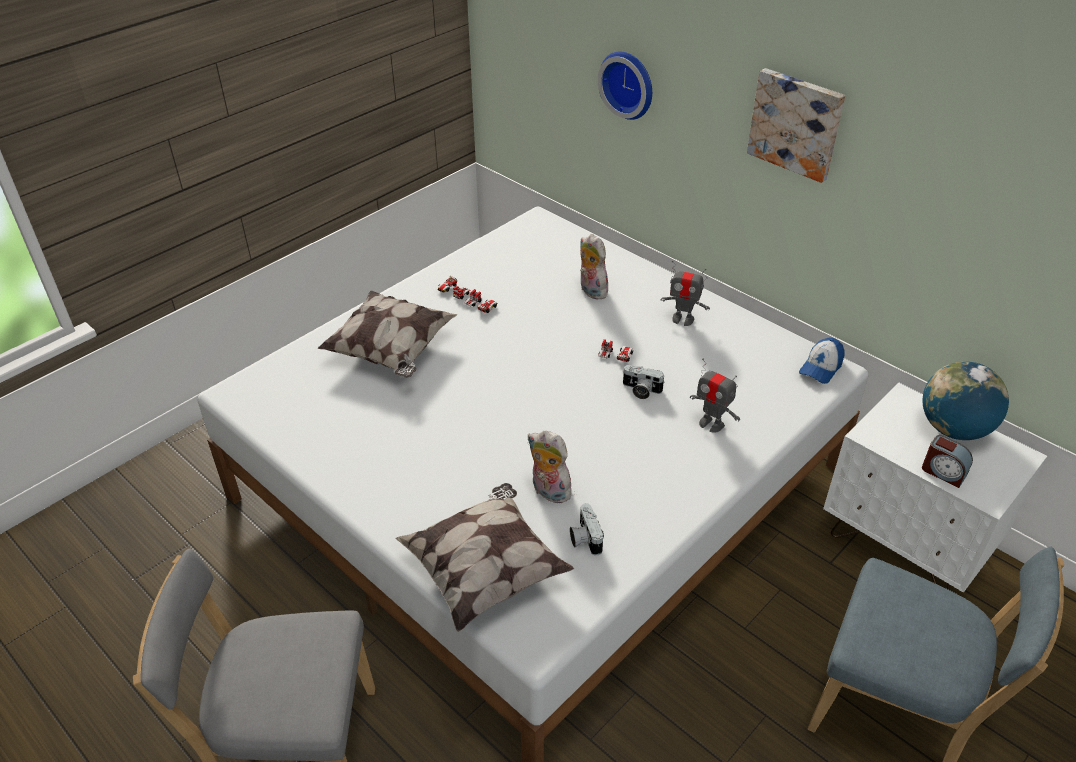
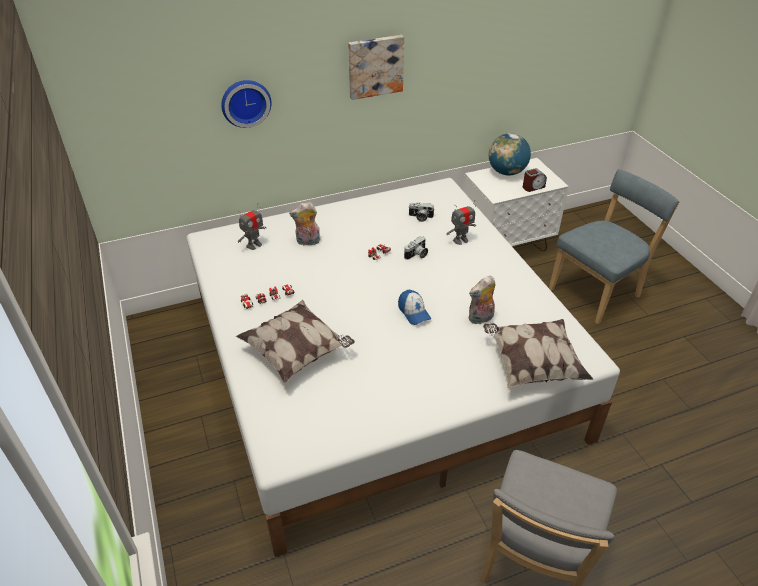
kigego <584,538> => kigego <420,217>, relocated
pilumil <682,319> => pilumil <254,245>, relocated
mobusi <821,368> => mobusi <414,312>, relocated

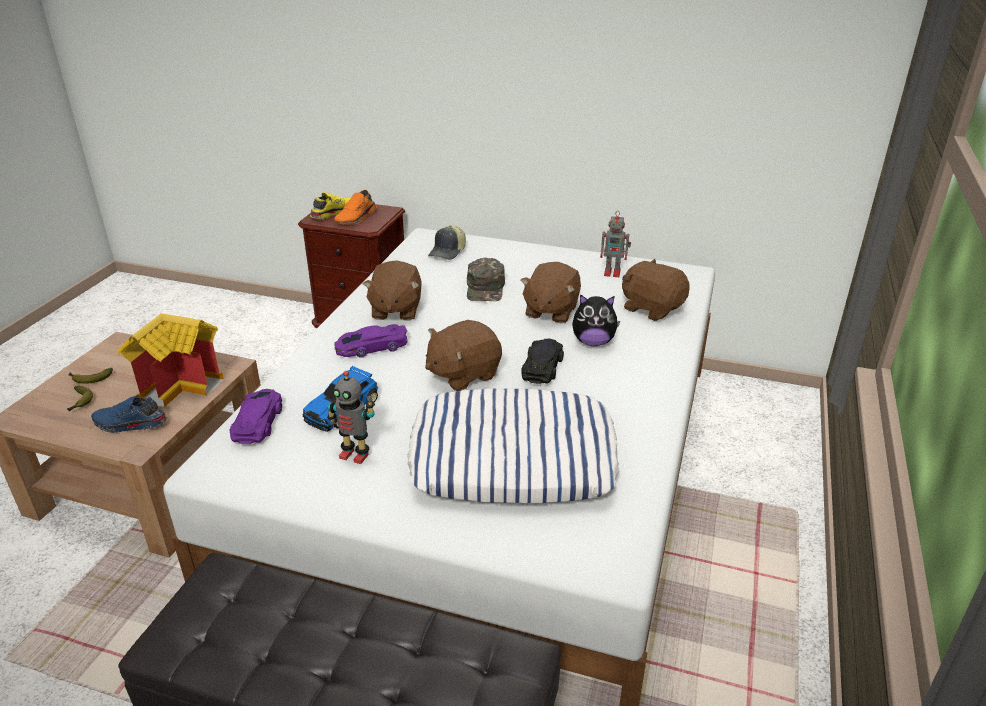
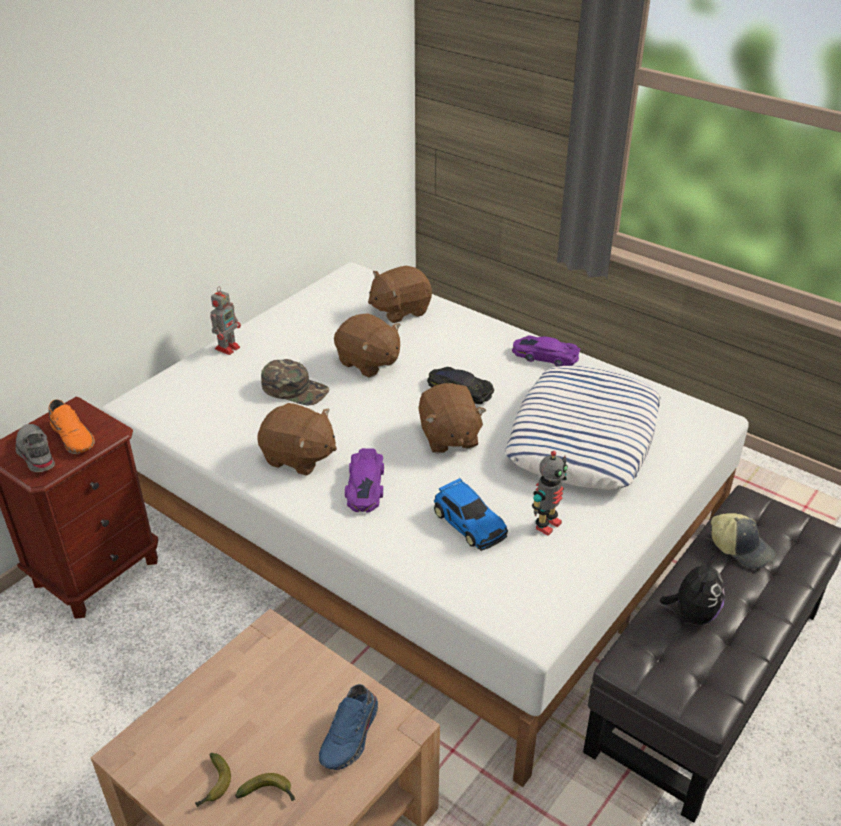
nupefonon <182,384> => nothing
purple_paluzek <258,421> => purple_paluzek <545,356>, relocated
mobusi <448,252> => mobusi <741,548>, relocated
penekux <593,342> => penekux <692,614>, relocated
pilumil <613,272> => pilumil <228,347>, relocated
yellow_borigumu <333,212> => grey_borigumu <35,454>

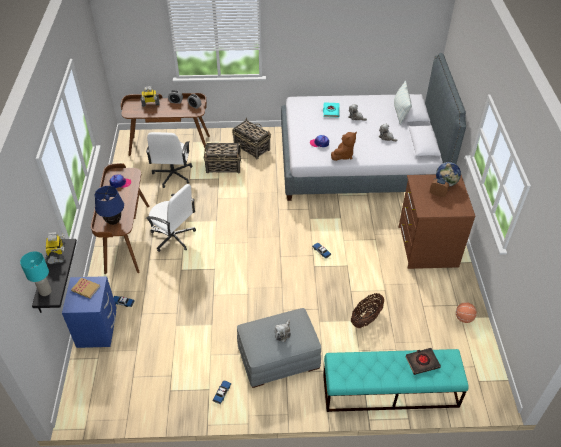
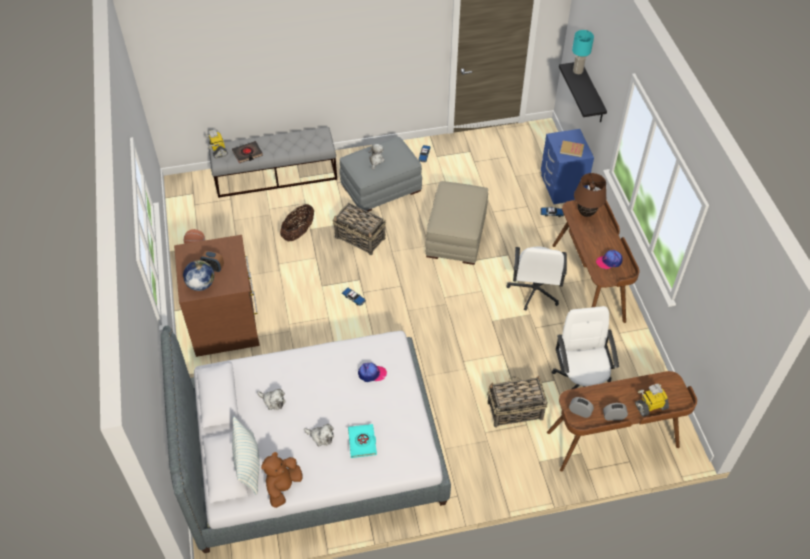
nothing => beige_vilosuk <456,235>
pilumil <57,254> => pilumil <218,150>, relocated
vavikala <251,147> => vavikala <360,238>, relocated
brown_penekux <343,155> => brown_penekux <283,487>, relocated
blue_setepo <113,221> => brown_setepo <586,213>
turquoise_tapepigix <389,391> => grey_tapepigix <276,175>
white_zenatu <173,237> => white_zenatu <534,291>, 105 degrees counterclockwise

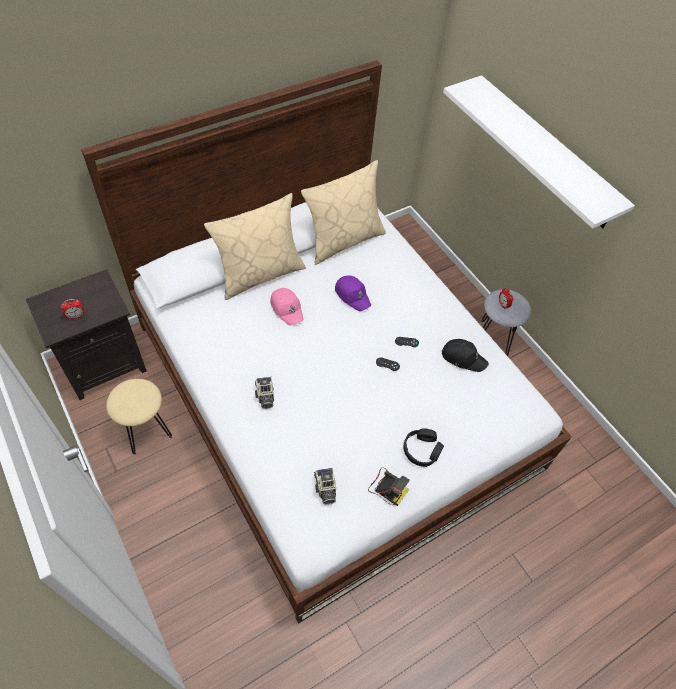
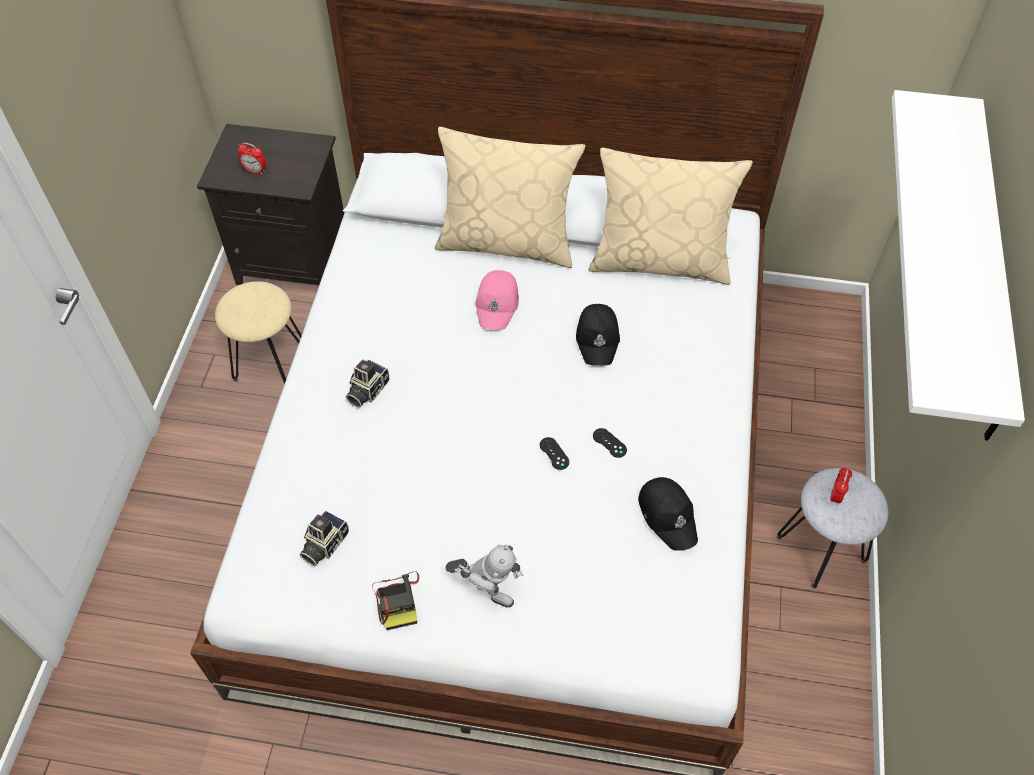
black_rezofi <421,450> => pilumil <487,589>
purple_mobusi <352,295> => black_mobusi <598,338>

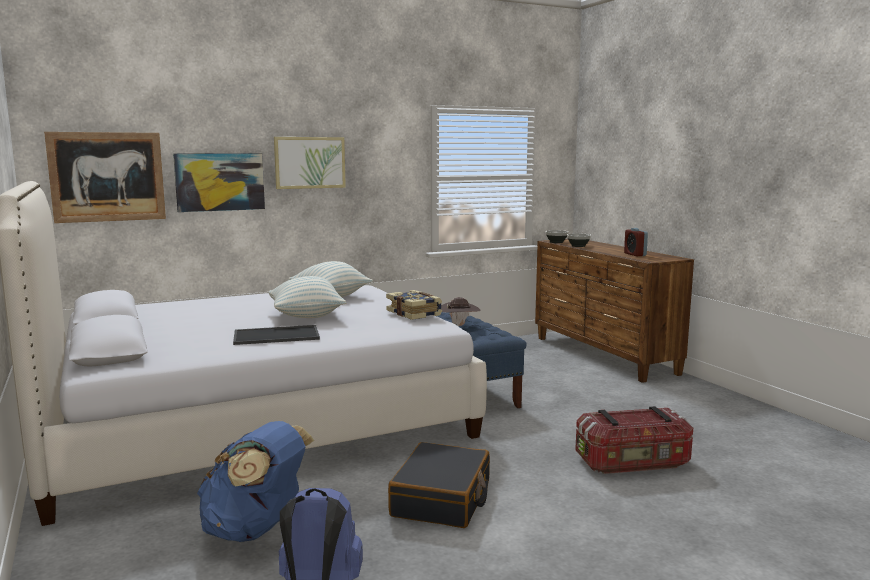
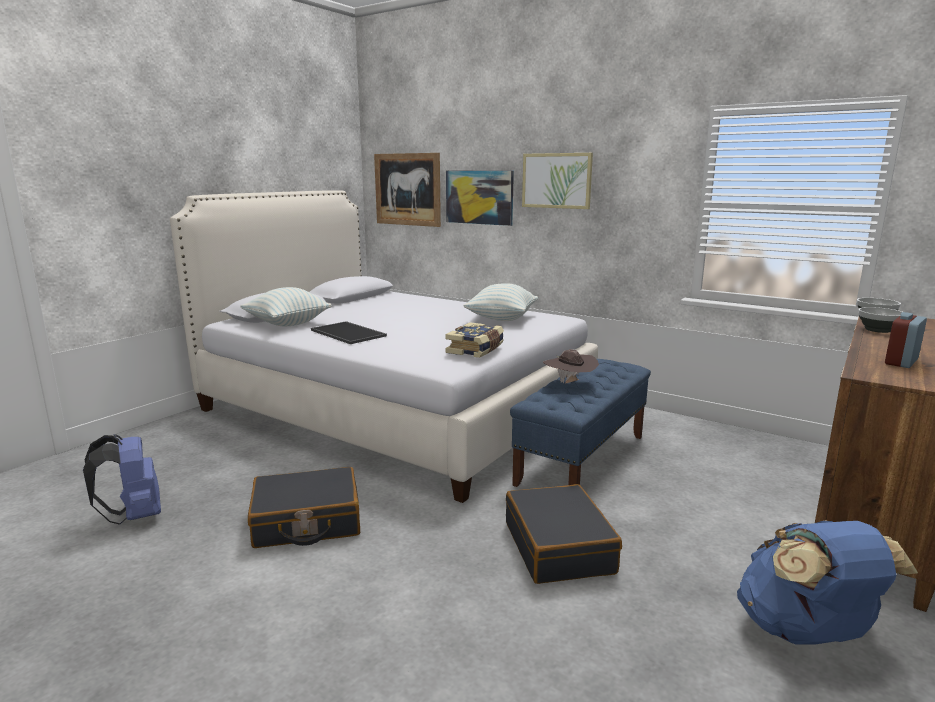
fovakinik <633,463> => nothing
nothing => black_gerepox <559,547>
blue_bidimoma <256,530> => blue_bidimoma <805,633>, relocated
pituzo <306,316> => pituzo <287,324>, relocated

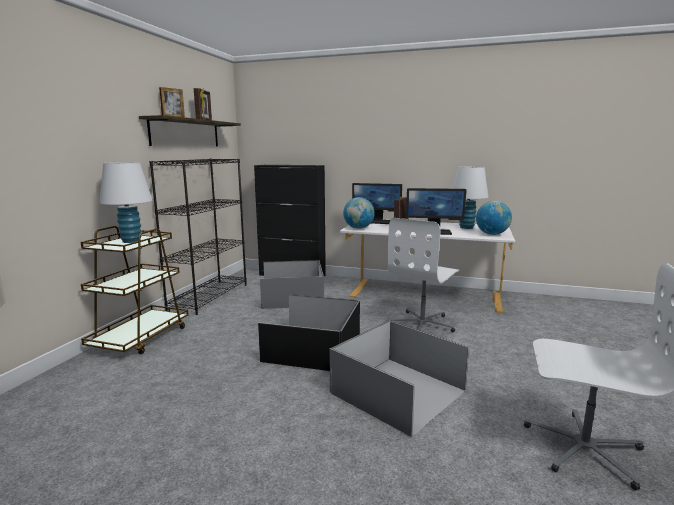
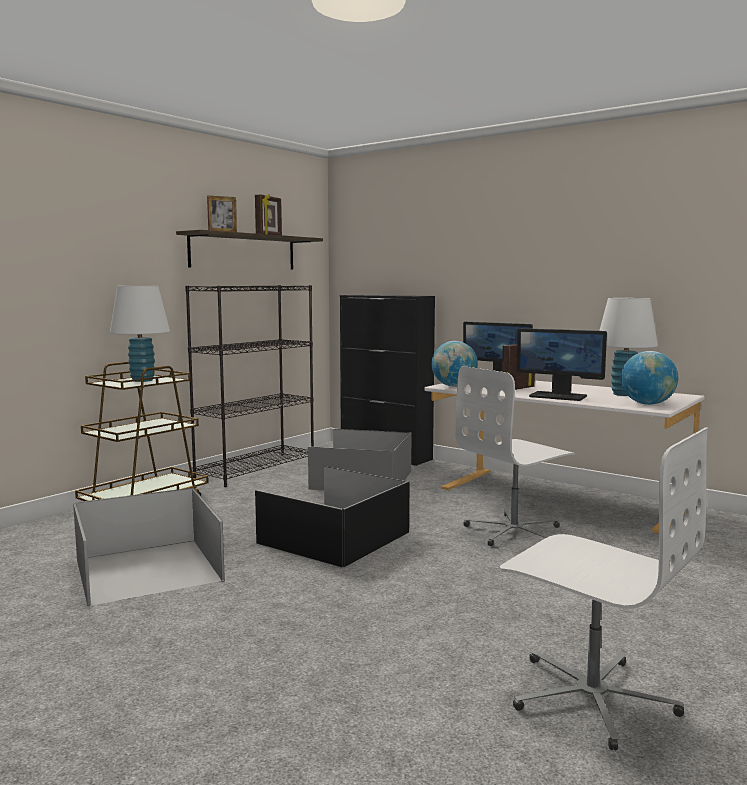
grey_fovakinik <397,392> => grey_fovakinik <145,570>, relocated

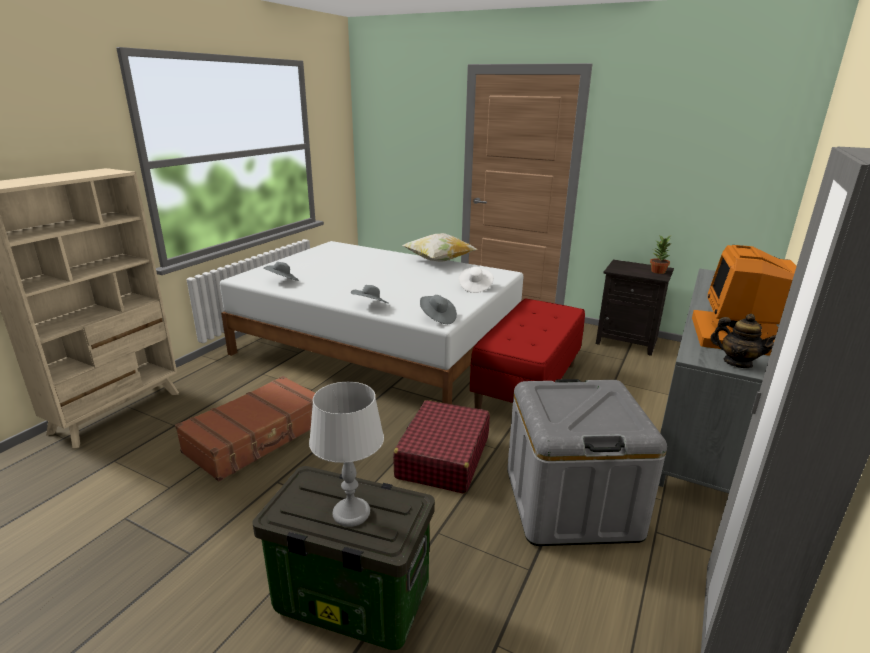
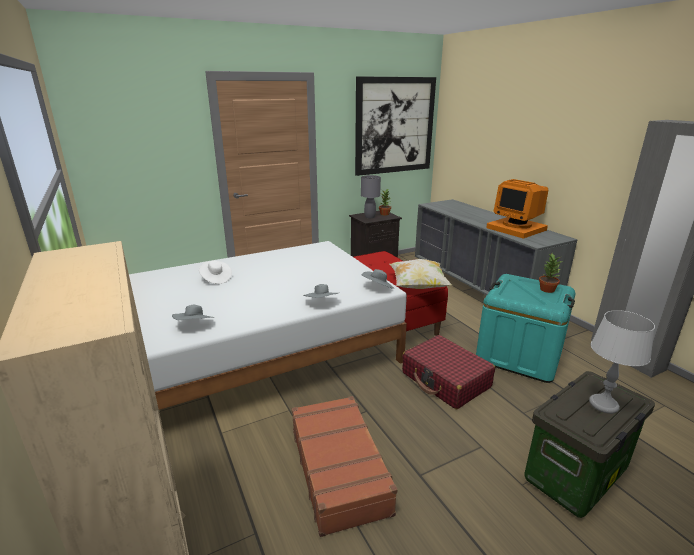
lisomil <737,363> => nothing
nothing => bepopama <394,126>
nothing => grey_setepo <369,217>
nothing => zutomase <547,289>
pituzo <438,261> => pituzo <418,286>, relocated
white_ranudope <475,287> => white_ranudope <216,279>, relocated
grey_fovakinik <571,503> => turquoise_fovakinik <519,355>

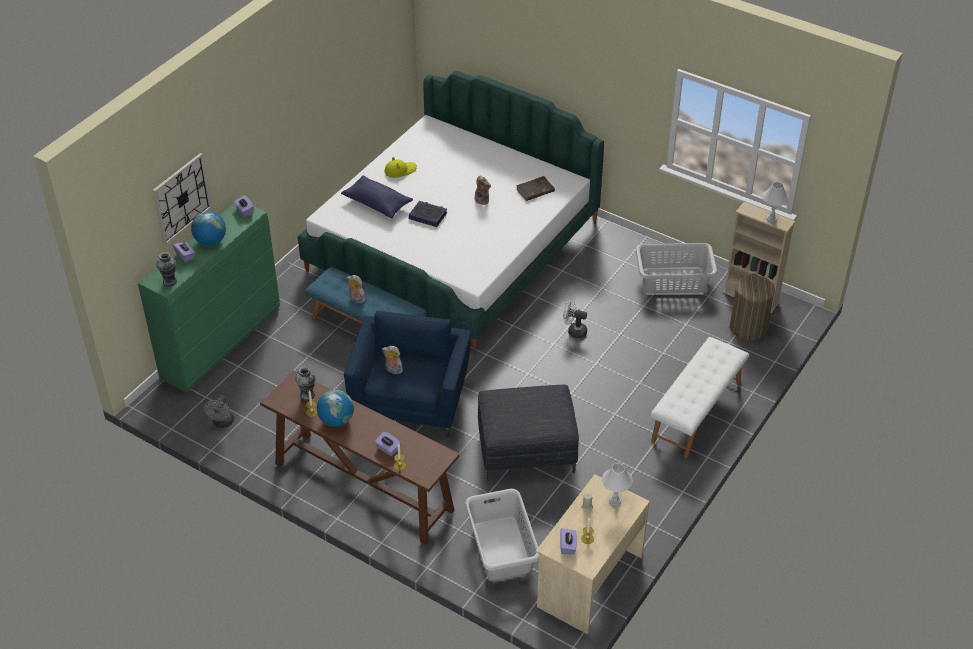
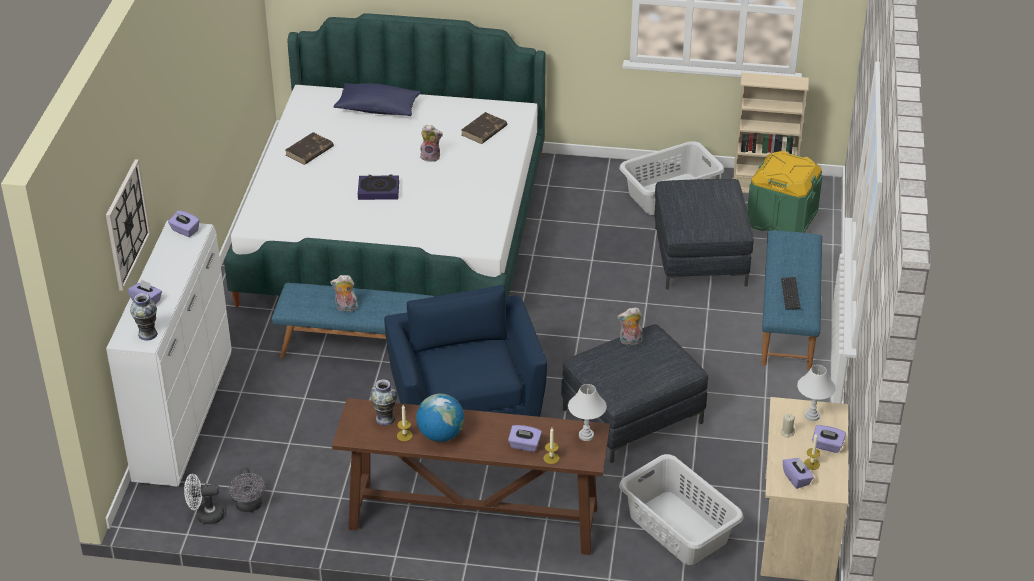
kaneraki <210,241> => nothing
nothing => grey_vilosuk <700,256>
nothing => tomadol <790,294>
nothing => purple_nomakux <827,446>
blue_pituzo <377,204> => blue_pituzo <378,109>, relocated
penekux <393,370> => penekux <630,341>, relocated
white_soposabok <574,331> => white_soposabok <205,516>, relocated
white_setepo <771,219> => white_setepo <586,436>, relocated
yellow_ranudope <400,170> => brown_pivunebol <309,151>
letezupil <748,328> => green_fovakinik <781,219>
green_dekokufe <223,343> => white_dekokufe <185,416>
white_tapepigix <697,412> => blue_tapepigix <789,320>

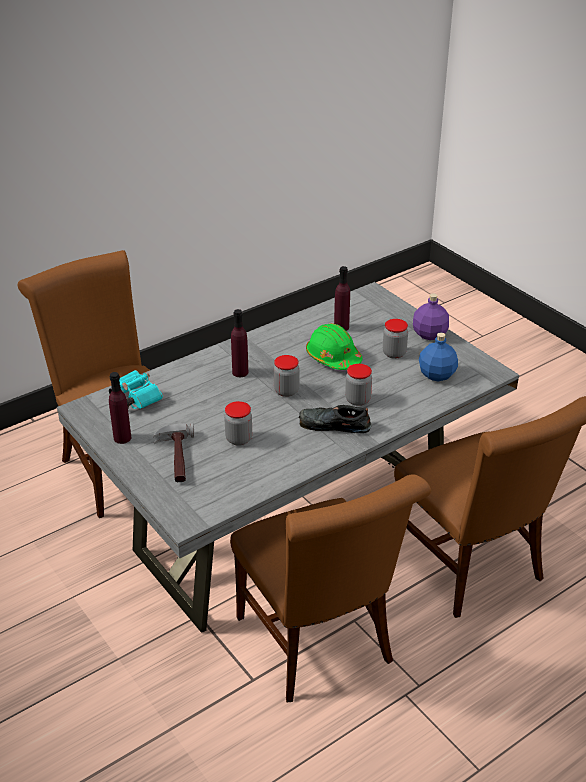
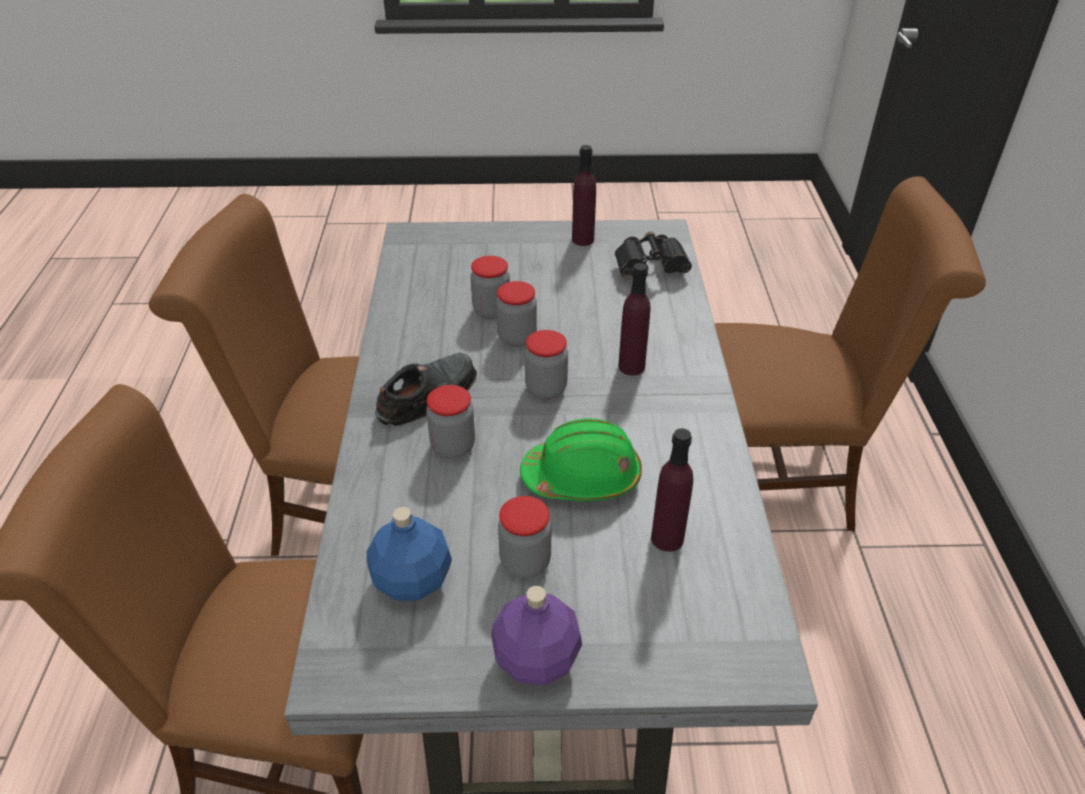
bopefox <175,458> => nothing
nothing => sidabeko <517,337>
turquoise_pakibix <134,398> => black_pakibix <652,268>

